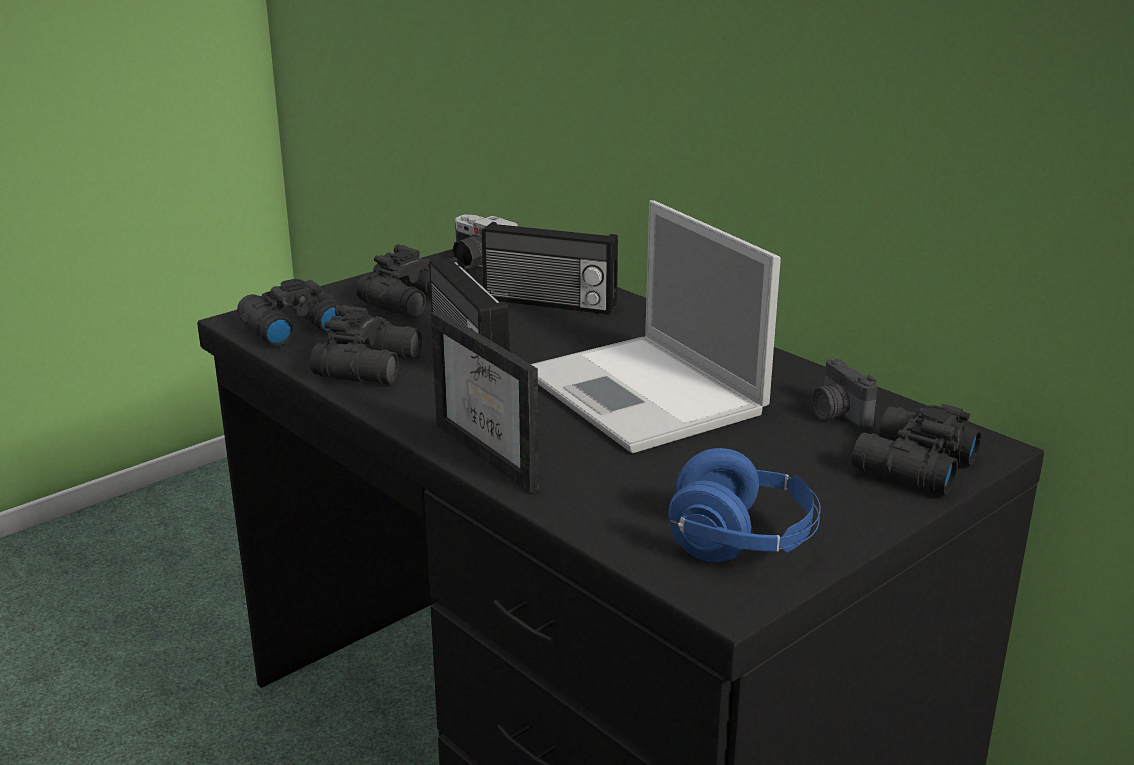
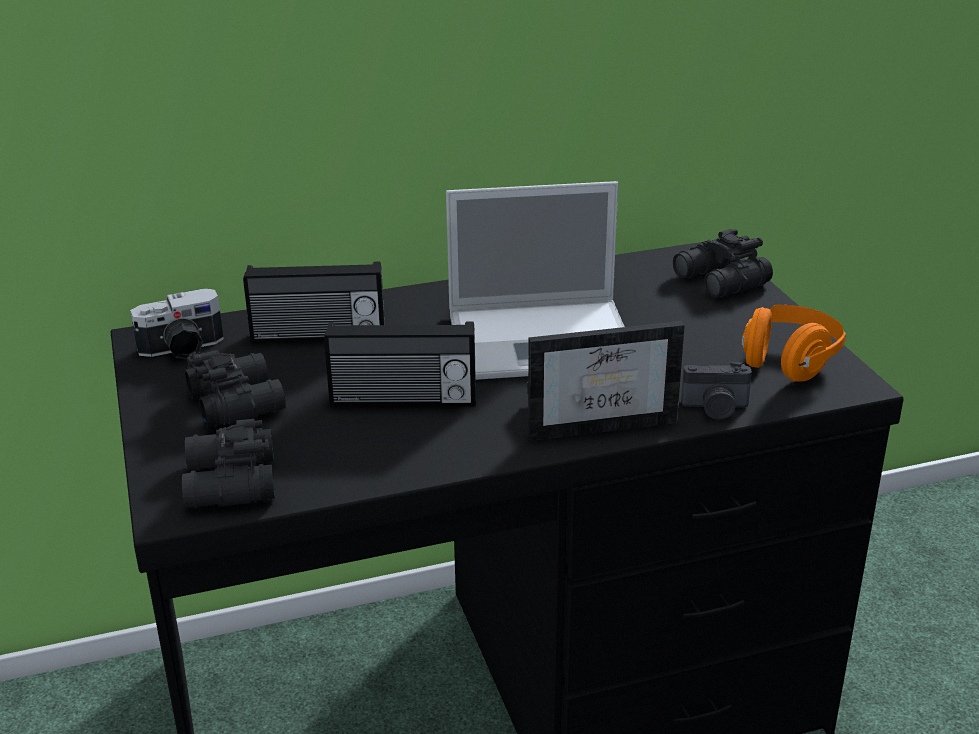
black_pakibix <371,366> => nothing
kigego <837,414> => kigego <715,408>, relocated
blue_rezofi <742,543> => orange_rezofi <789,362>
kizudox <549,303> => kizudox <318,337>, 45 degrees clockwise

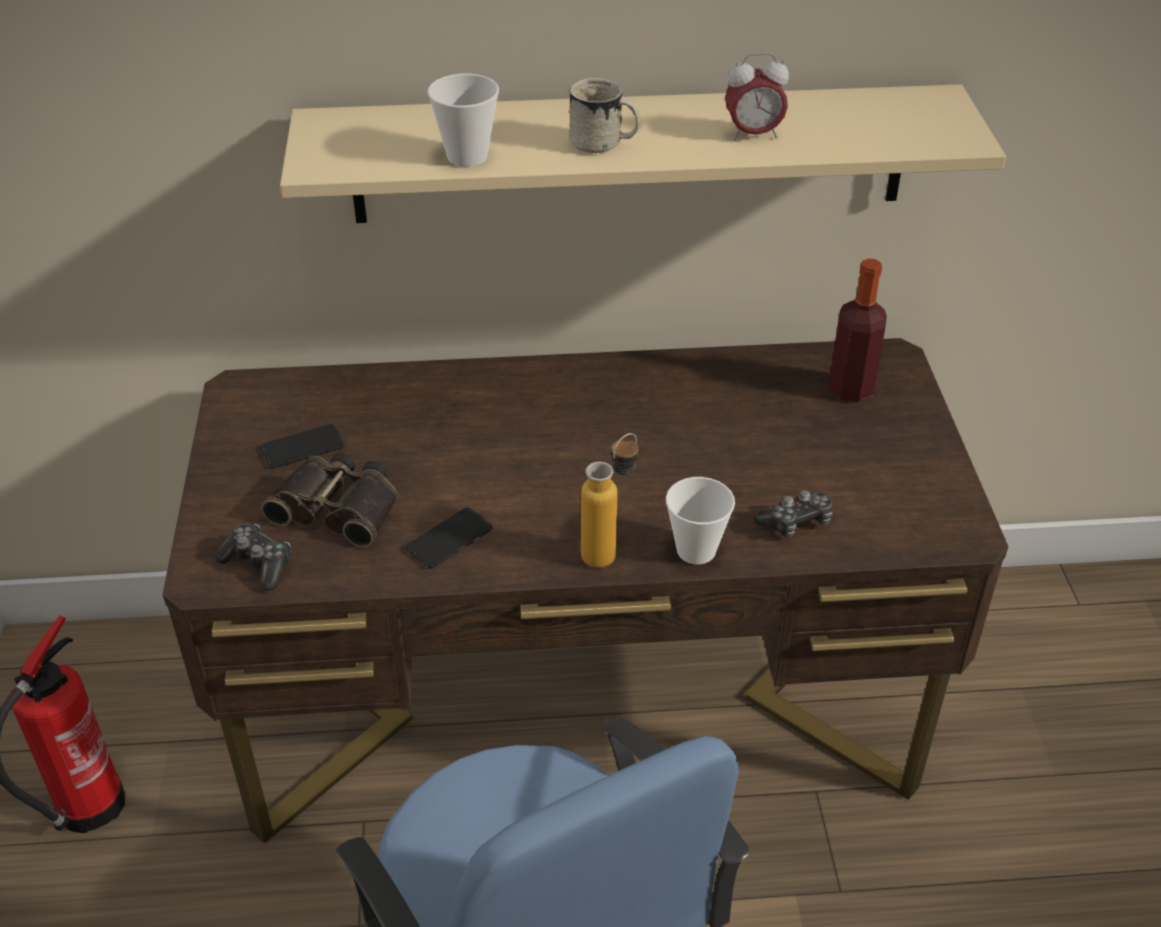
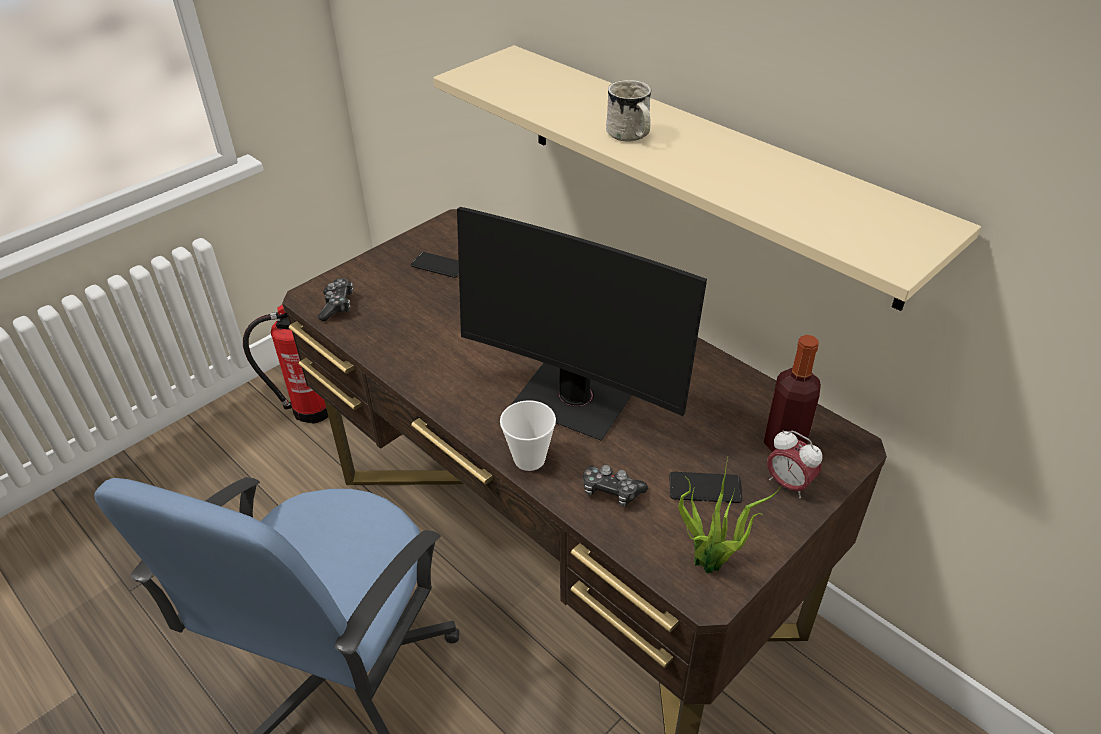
pakibix <339,507> => nothing
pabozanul <467,156> => nothing
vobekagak <609,550> => nothing
nothing => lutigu <574,399>
nothing => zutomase <712,564>
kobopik <449,539> => kobopik <705,488>, relocated
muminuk <753,134> => muminuk <788,484>, relocated

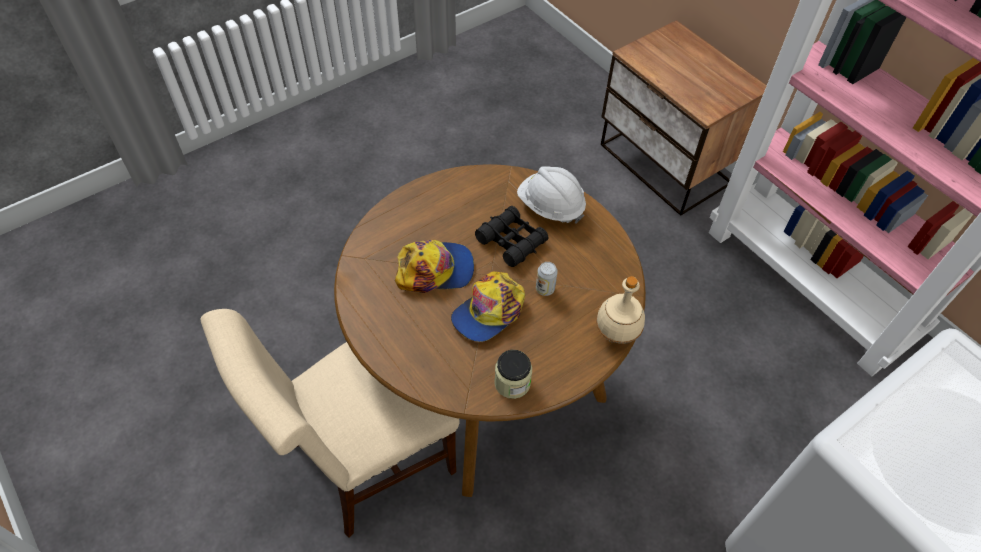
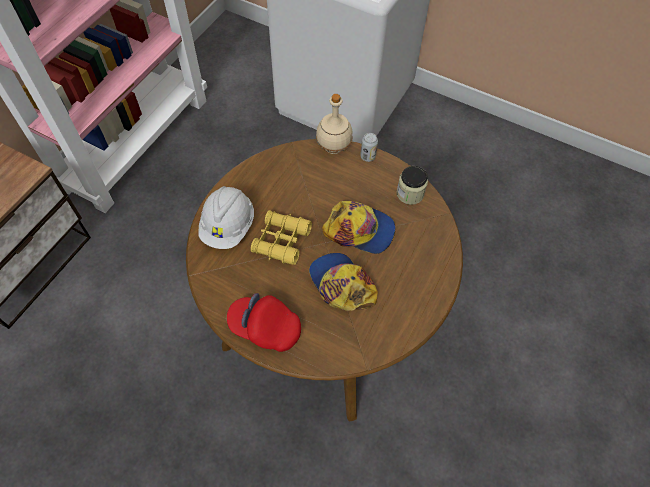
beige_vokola <363,462> => nothing
nothing => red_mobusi <265,328>
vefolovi <545,289> => vefolovi <367,156>, relocated
black_pakibix <511,241> => yellow_pakibix <281,241>

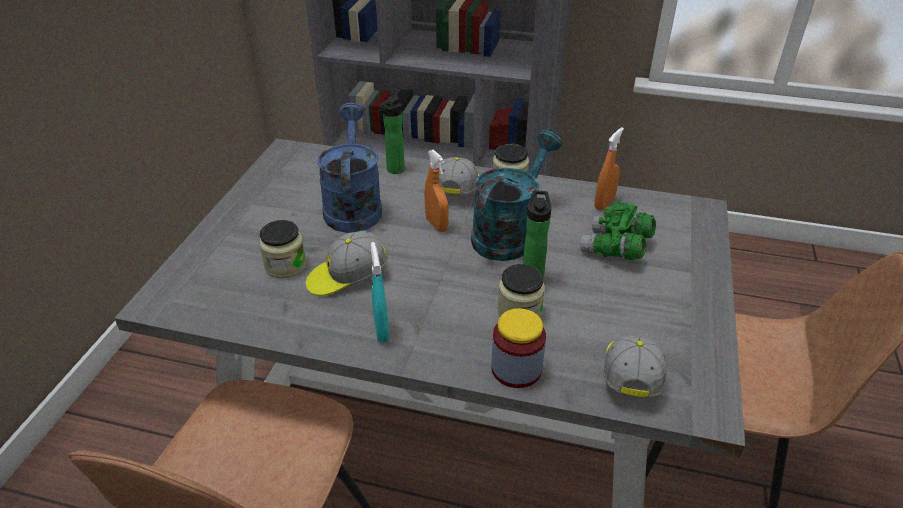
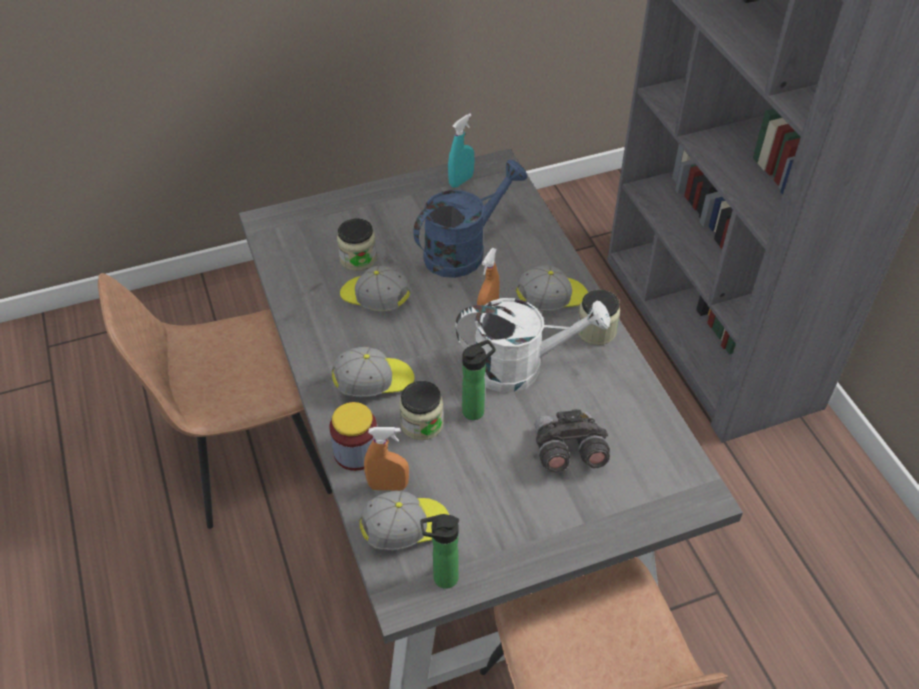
nothing => mobusi <374,383>
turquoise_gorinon <381,330> => turquoise_gorinon <461,181>, relocated
vobekagak <394,171> => vobekagak <441,578>, relocated
orange_gorinon <604,203> => orange_gorinon <388,486>, relocated
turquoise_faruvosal <509,233> => white_faruvosal <520,367>
green_pakibix <616,249> => grey_pakibix <567,452>

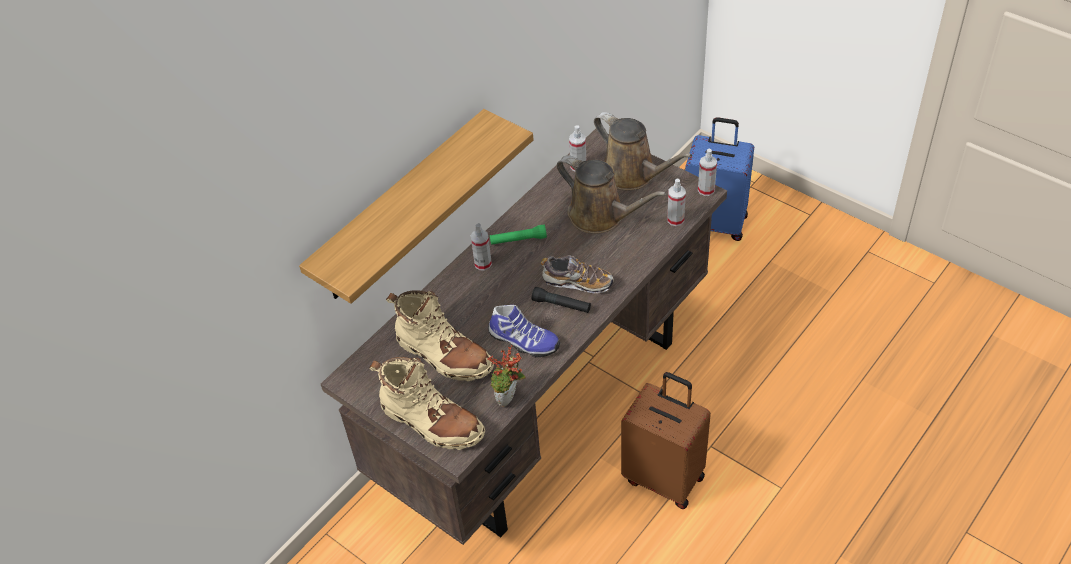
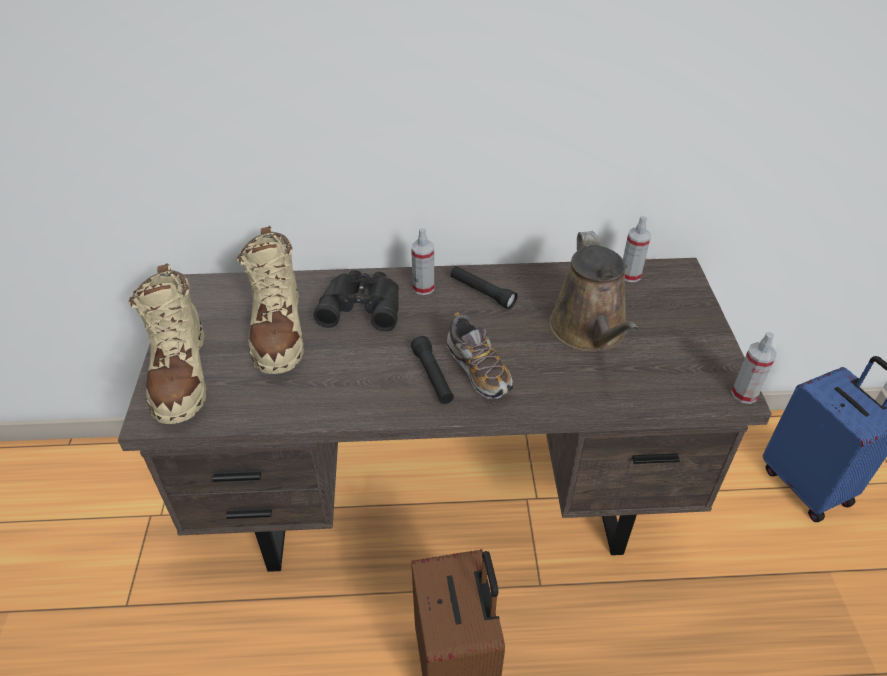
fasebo <401,208> => nothing
zutomase <509,400> => nothing
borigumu <523,342> => nothing
brown_faruvosal <633,174> => nothing
gorinon <675,220> => nothing
nothing => black_pakibix <362,305>
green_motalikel <518,240> => black_motalikel <482,292>

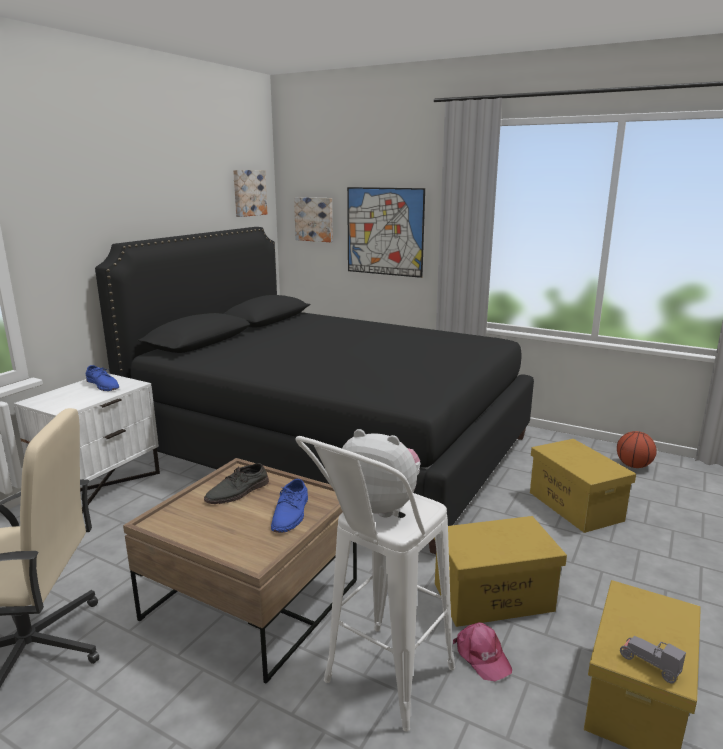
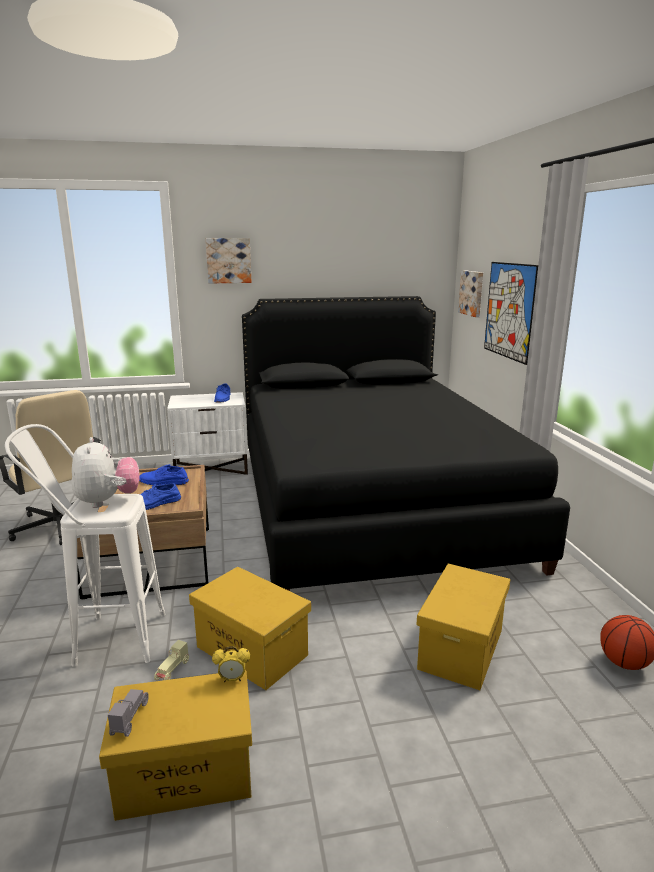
nothing => muminuk <232,679>
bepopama <248,193> => bepopama <228,260>, relocated
pink_mobusi <482,656> => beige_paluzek <172,671>
grey_borigumu <238,492> => blue_borigumu <163,482>

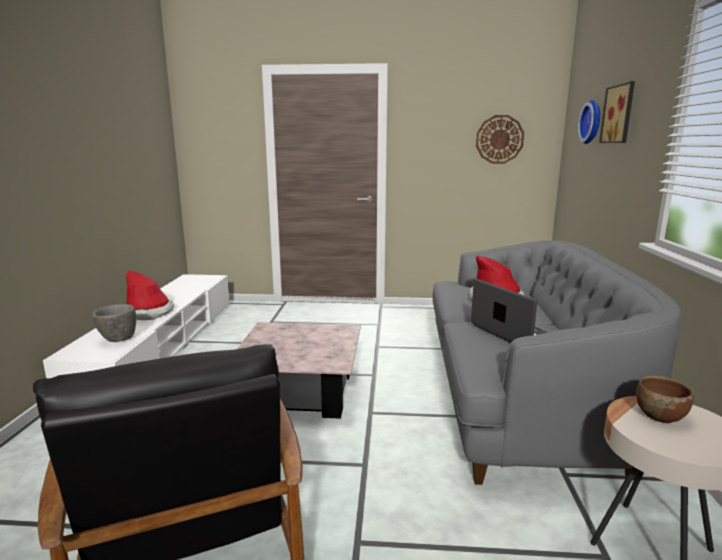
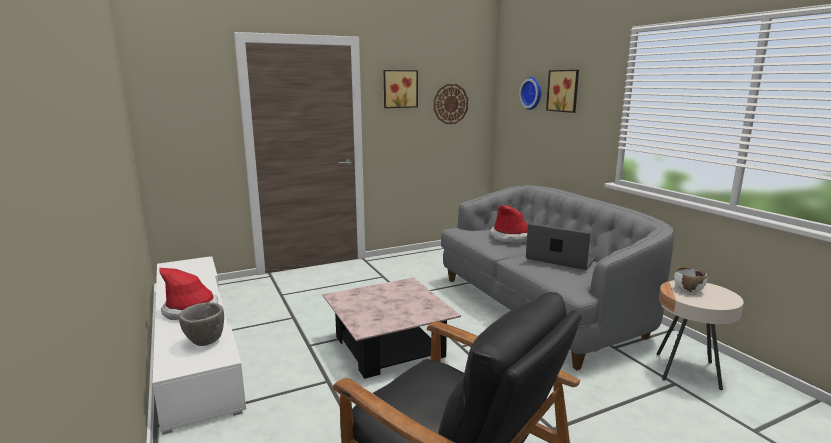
nothing => bepopama <399,89>
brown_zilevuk <659,415> => white_zilevuk <688,290>

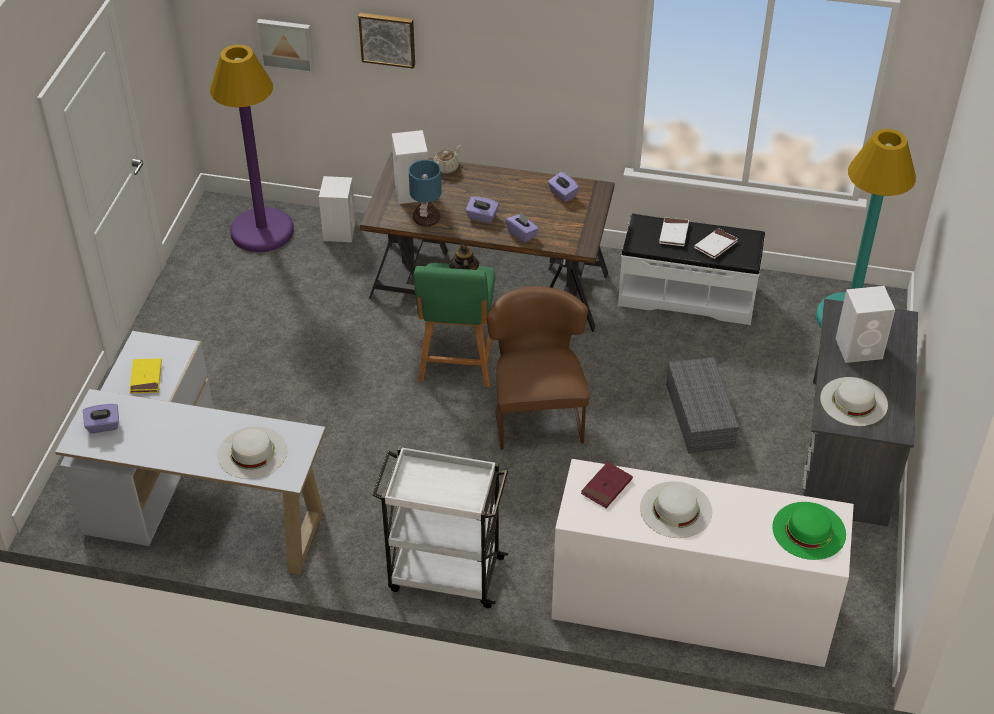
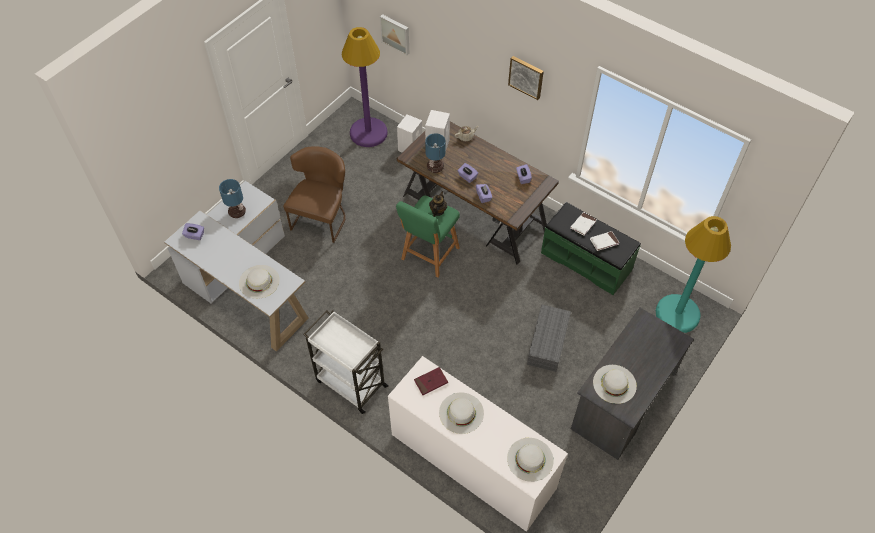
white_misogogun <860,348> => nothing
bepopama <388,38> => bepopama <526,76>, relocated
brown_vokola <536,413> => brown_vokola <322,217>, relocated
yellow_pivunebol <146,377> => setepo <236,212>
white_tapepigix <687,295> => green_tapepigix <586,261>
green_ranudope <809,530> => white_ranudope <530,459>

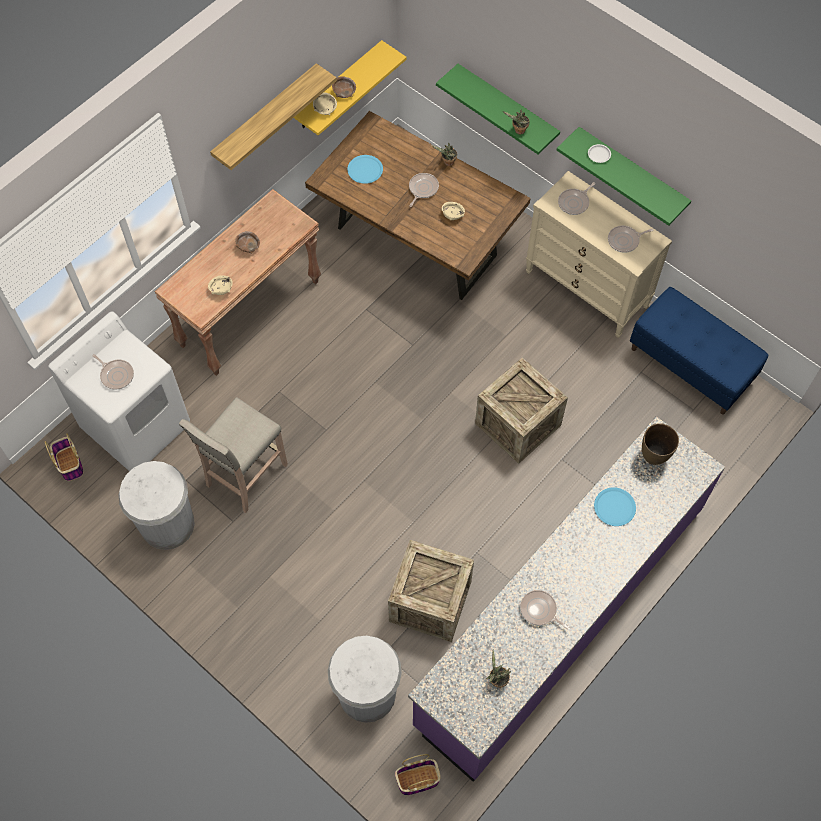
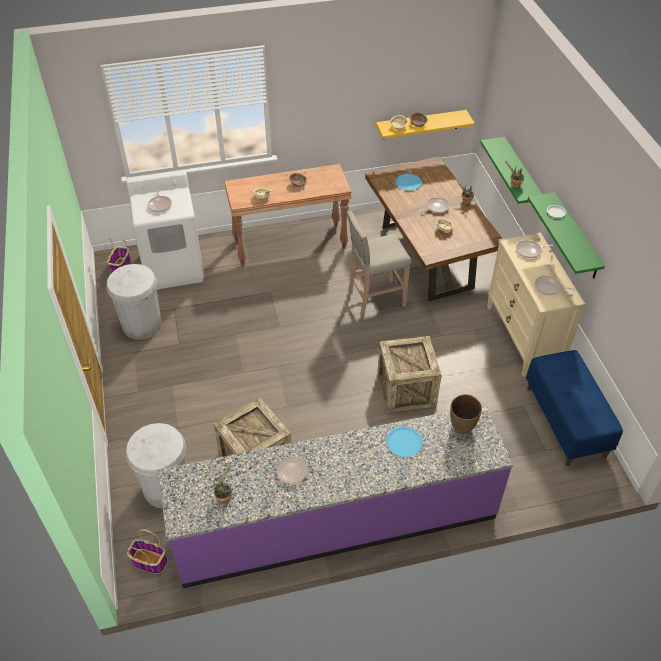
fasebo <265,116> => nothing
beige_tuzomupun <245,476> => beige_tuzomupun <375,299>, relocated

